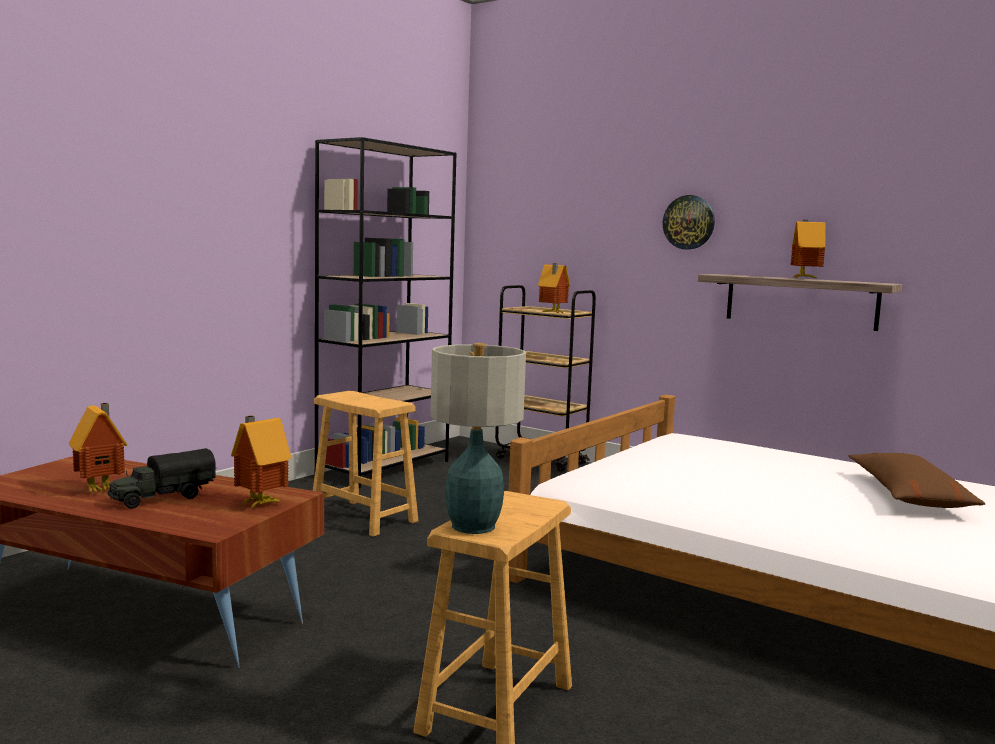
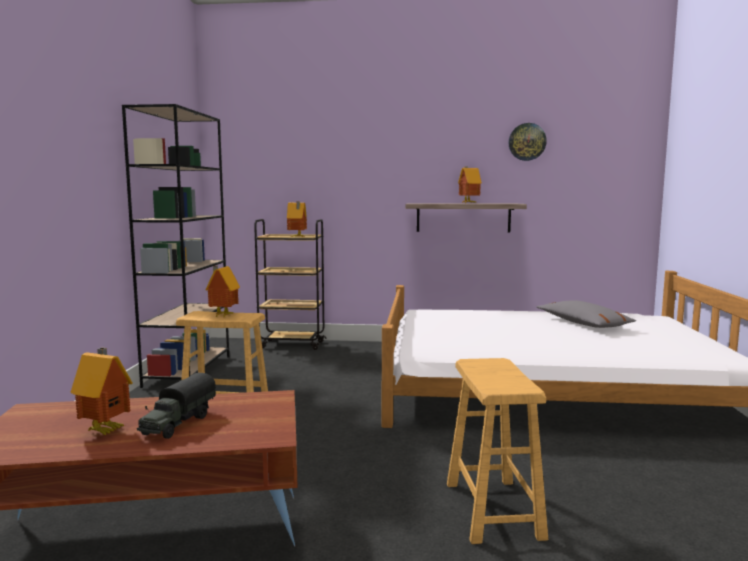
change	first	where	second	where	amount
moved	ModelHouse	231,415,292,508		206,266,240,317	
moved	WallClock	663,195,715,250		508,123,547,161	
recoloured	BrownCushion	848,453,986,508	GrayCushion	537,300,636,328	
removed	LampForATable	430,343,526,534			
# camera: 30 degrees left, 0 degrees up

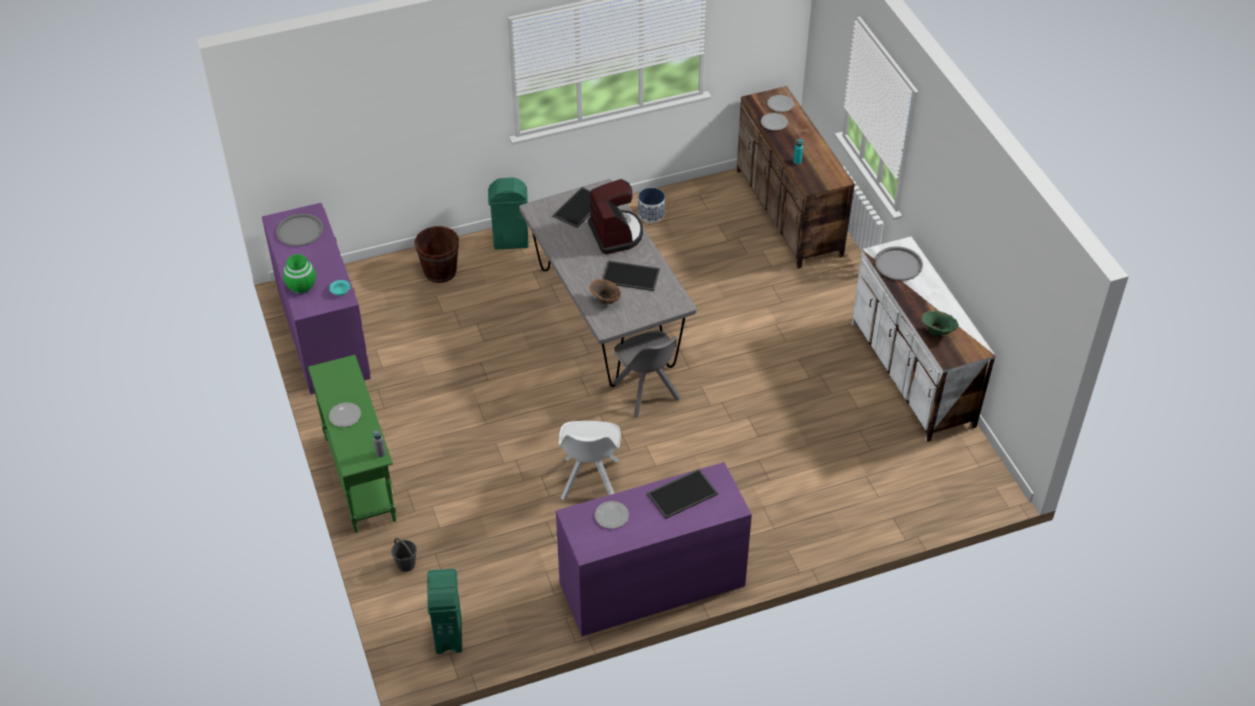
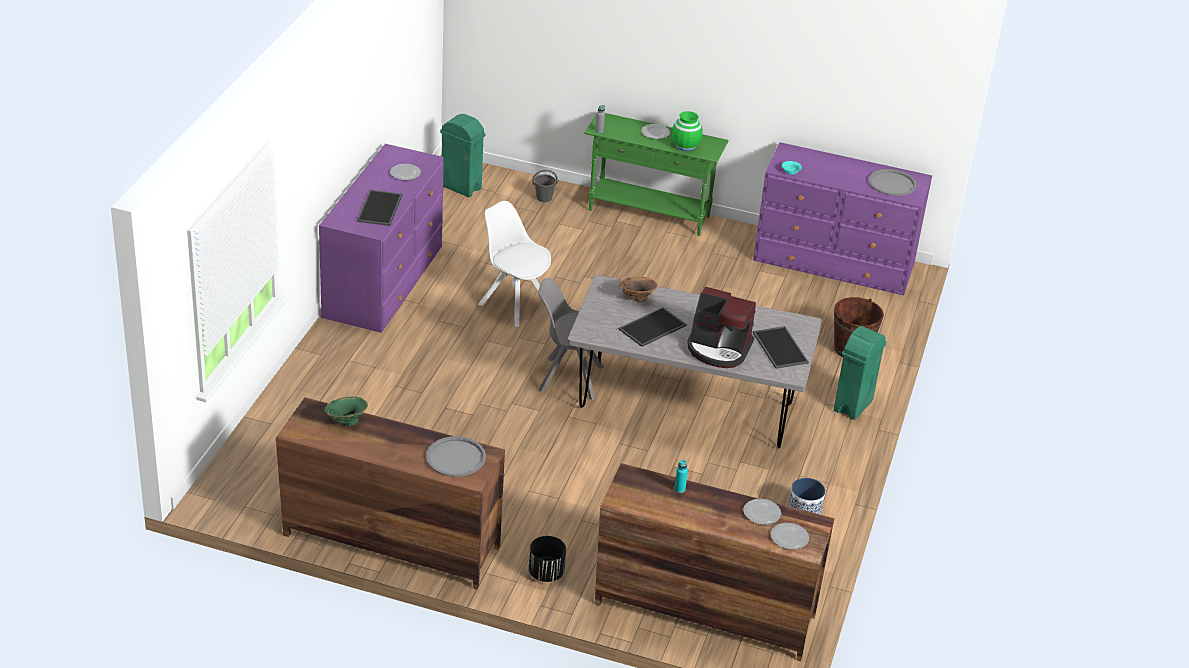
change	first	where	second	where	amount
recoloured	WhiteCupboard	851,236,996,442	BrownCupboard	276,397,505,590	
added			BlackPlanter	529,536,566,582	
moved	GreenColouredDecorativeVase	283,254,316,294		672,111,703,151	
# camera: 125 degrees right, 10 degrees down

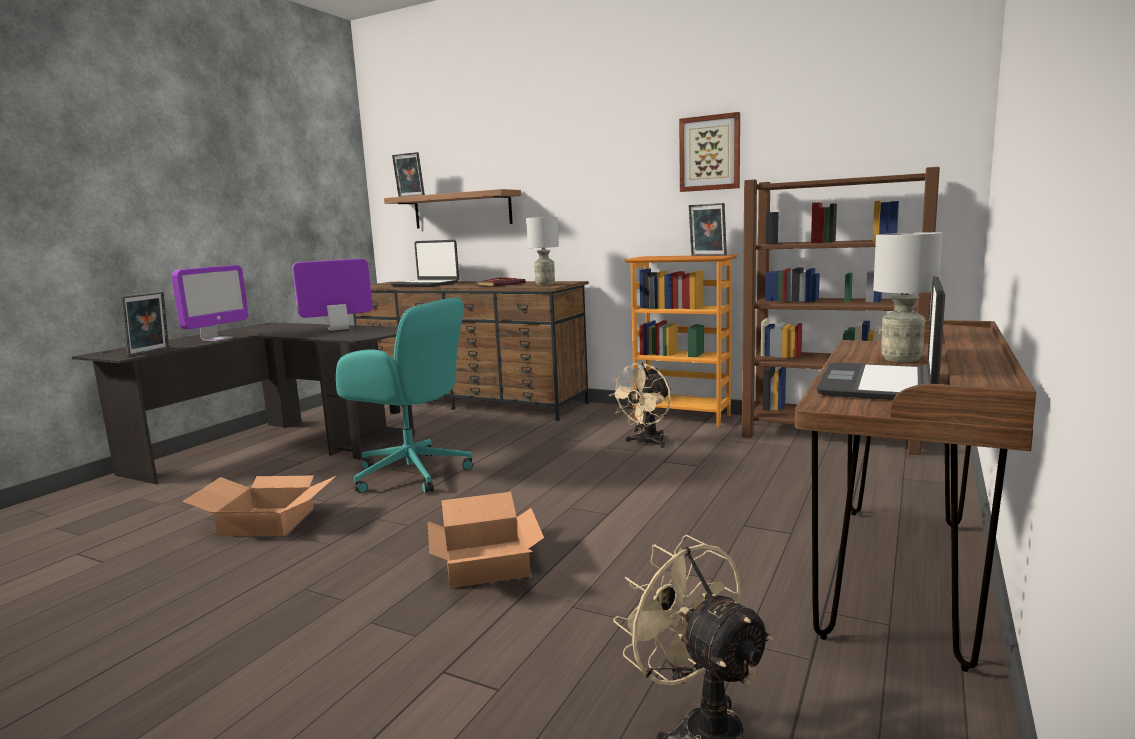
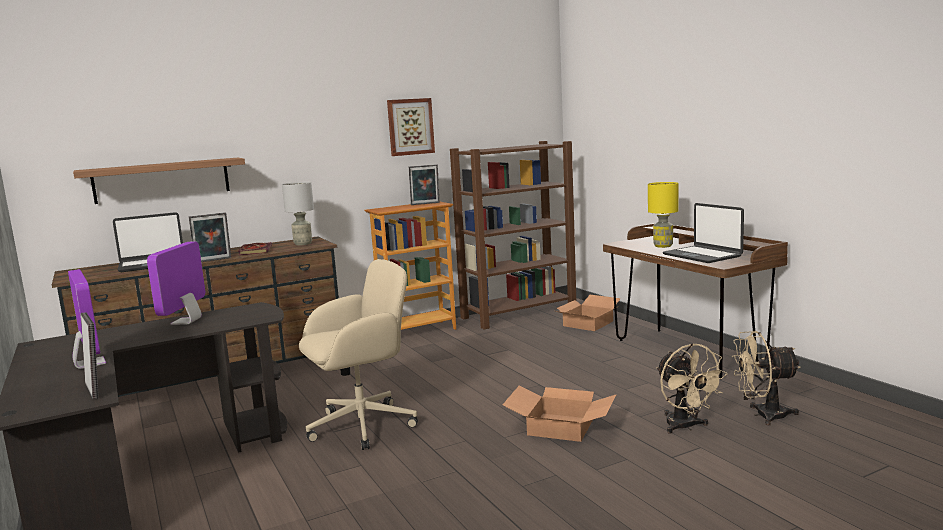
change	first	where	second	where	amount
moved	StandingFrame	392,152,425,197		189,212,231,262	
recoloured	TurquoiseColouredComputerChair	336,298,473,493	BeigeColouredComputerChair	299,259,418,450	
moved	PackingBox	182,476,336,536		556,295,621,331	
recoloured	GrayLampForATable	873,232,943,362	YellowishLampForATable	648,182,678,248	
moved	BeigeColouredElectricFan	609,363,671,448		656,343,728,434	
# camera: 55 degrees left, 0 degrees up

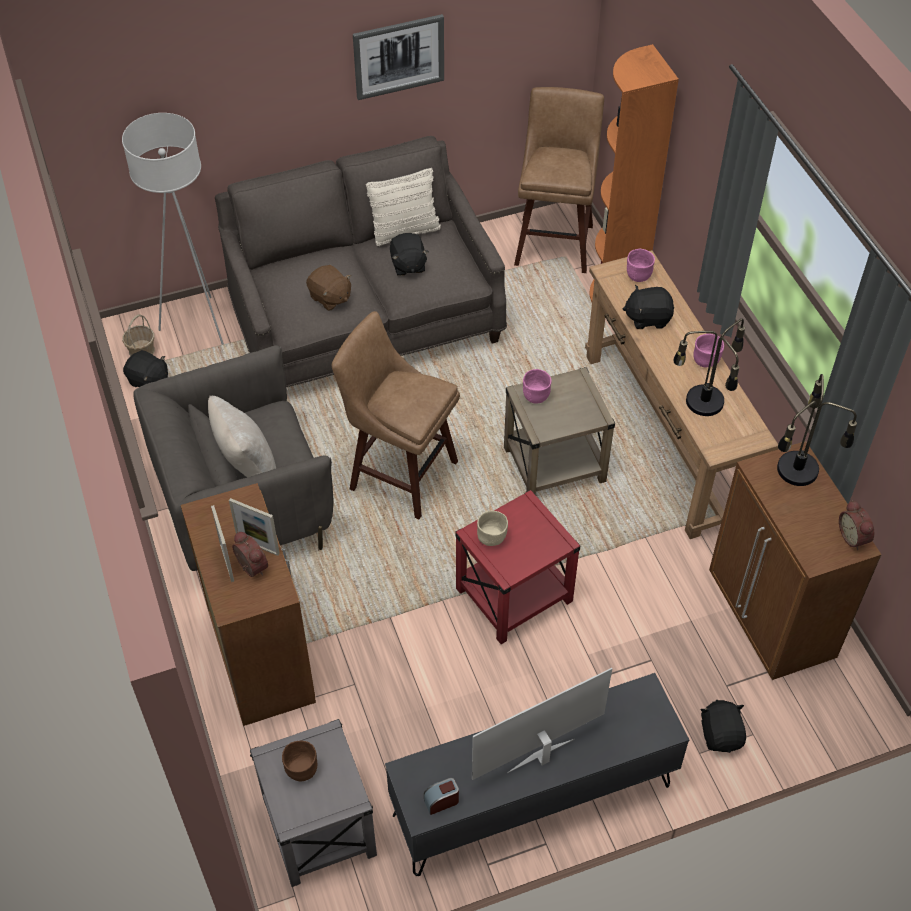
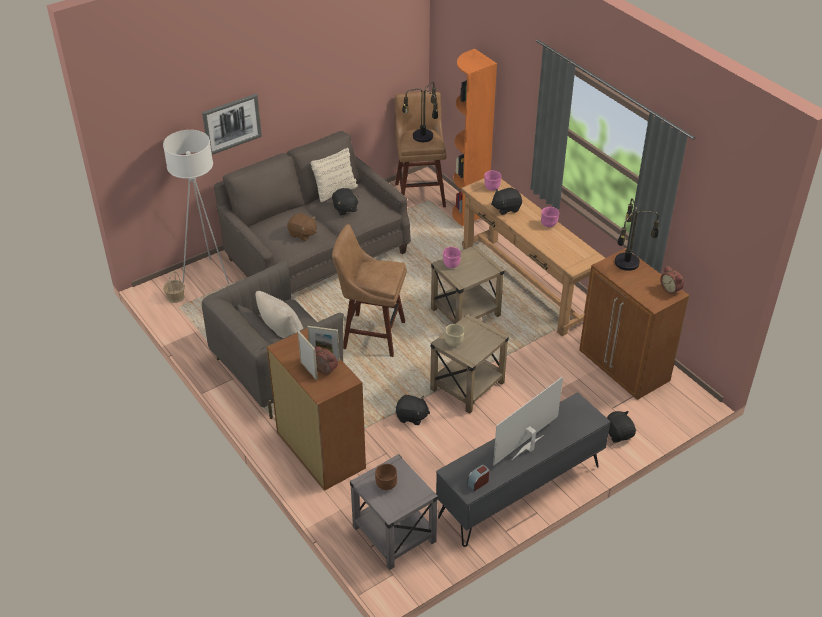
change	first	where	second	where	amount
moved	WallArt	353,14,444,100		202,94,262,155	
moved	BlackSoftToy	123,350,168,387		396,395,430,425	
moved	LampForATable	674,319,745,416		402,82,438,142	
recoloured	ReddishSideTable	455,490,580,644	BeigeColouredSideTable	430,314,509,414	
# camera: 15 degrees left, 10 degrees down

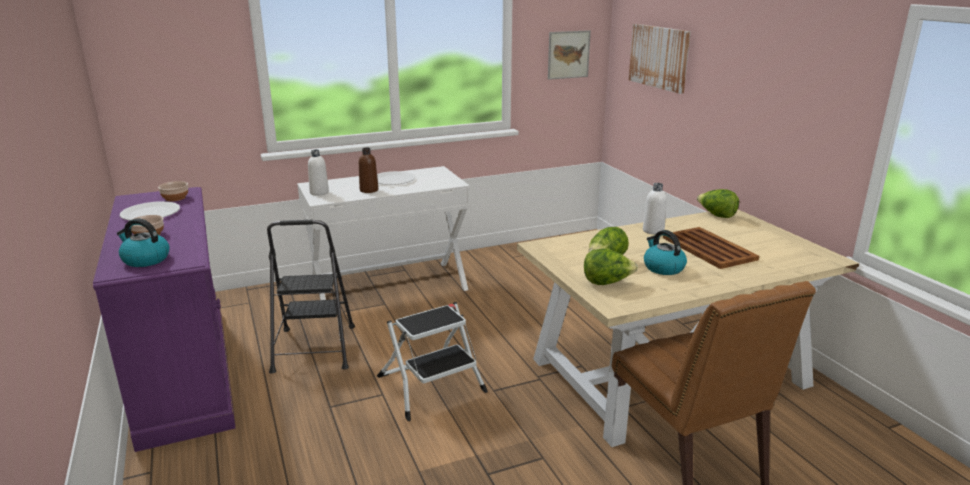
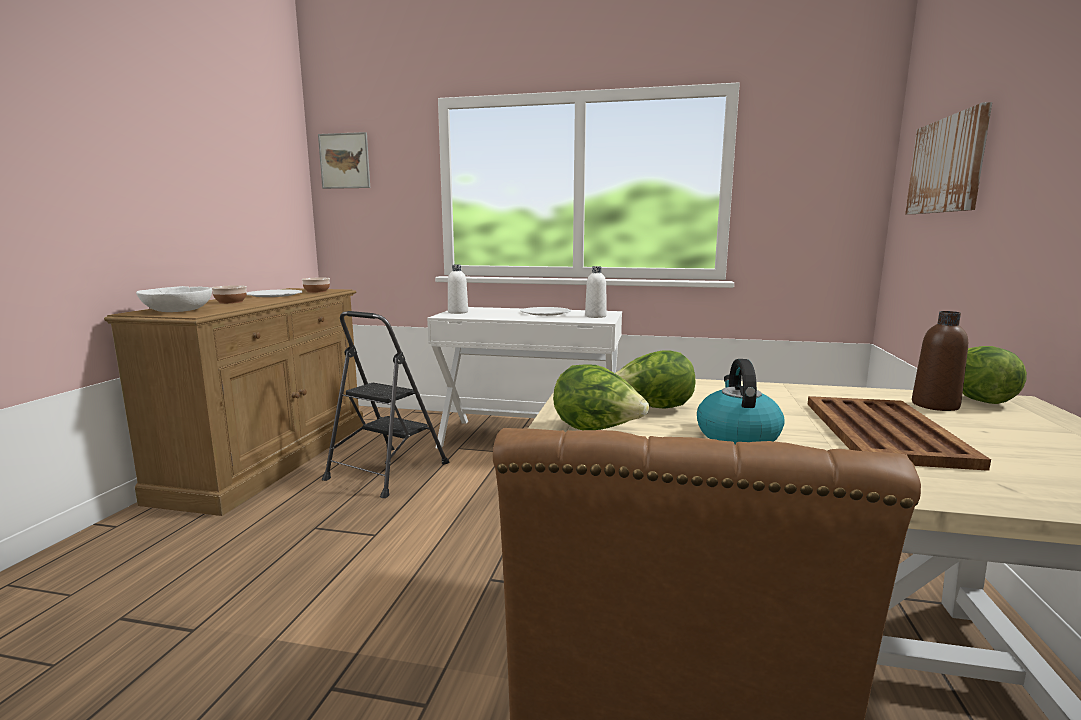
change	first	where	second	where	amount
recoloured	PurpleColouredCupboard	93,187,235,452	BrownCupboard	104,288,363,516	
replaced	TeaKettle	117,218,170,267	WhiteBowl	136,286,212,312	
moved	WallArt	548,30,591,80		318,132,370,189	
moved	WhiteBeverageBottle	643,183,667,235		585,266,607,318	
moved	BrownBeverageBottle	359,148,378,193		912,311,968,411	
removed	StepLadder	377,302,488,421			
# camera: 35 degrees right, 10 degrees down

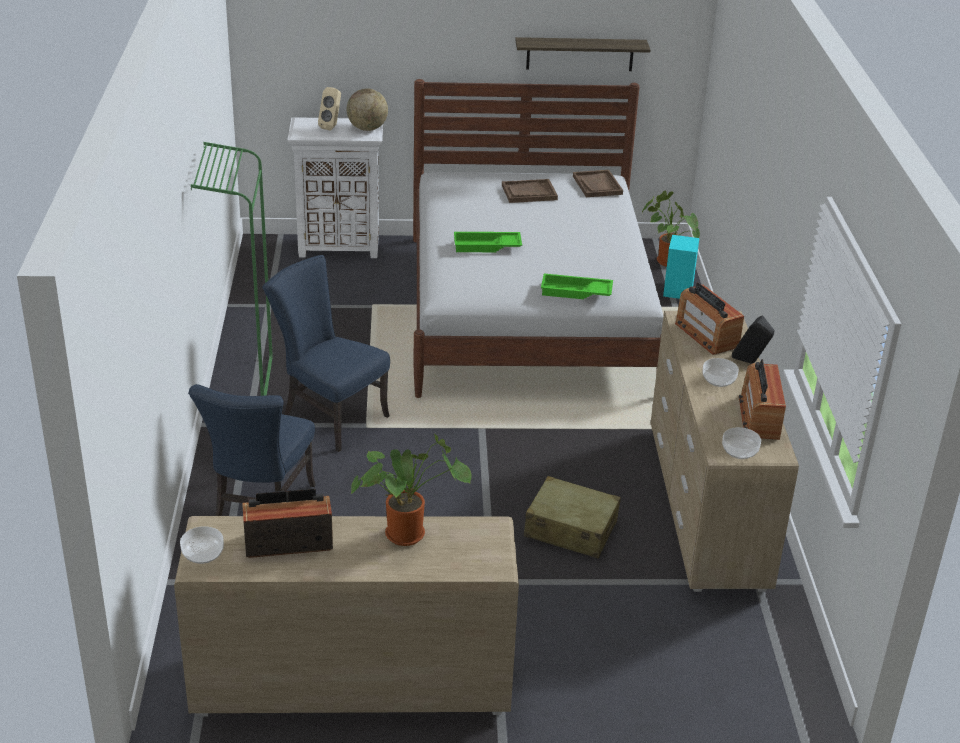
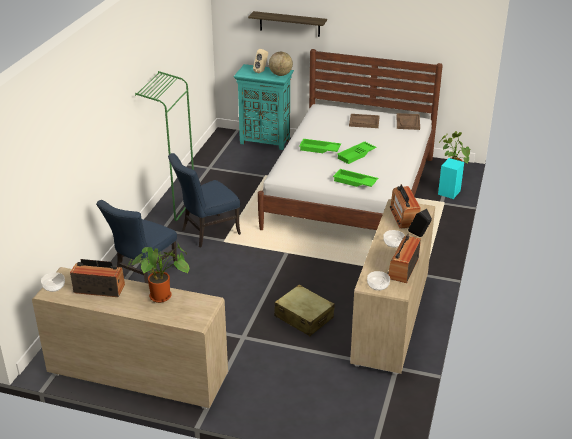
change	first	where	second	where	amount
turned	BluishUprightChair	262,255,390,452		168,153,241,247	90 degrees counterclockwise
recoloured	WhiteCupboard	287,117,383,258	TurquoiseColouredCupboard	234,64,294,150	
moved	WallShelf	515,37,651,71		248,11,327,37	
added			GreenColouredServingTray	337,141,376,164	
# camera: 20 degrees right, 0 degrees up

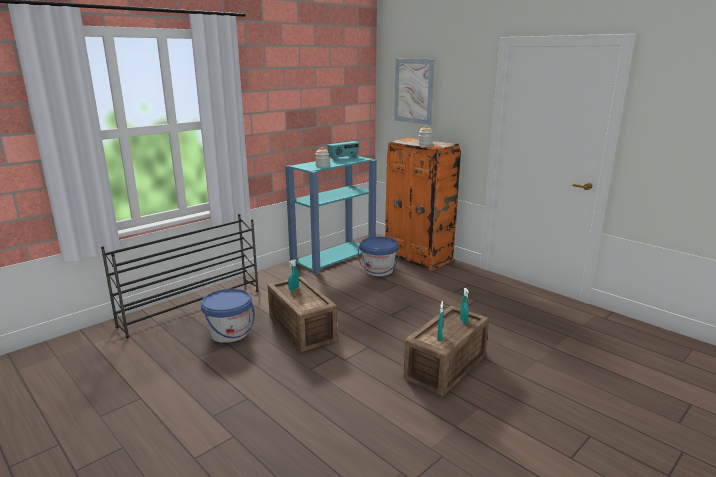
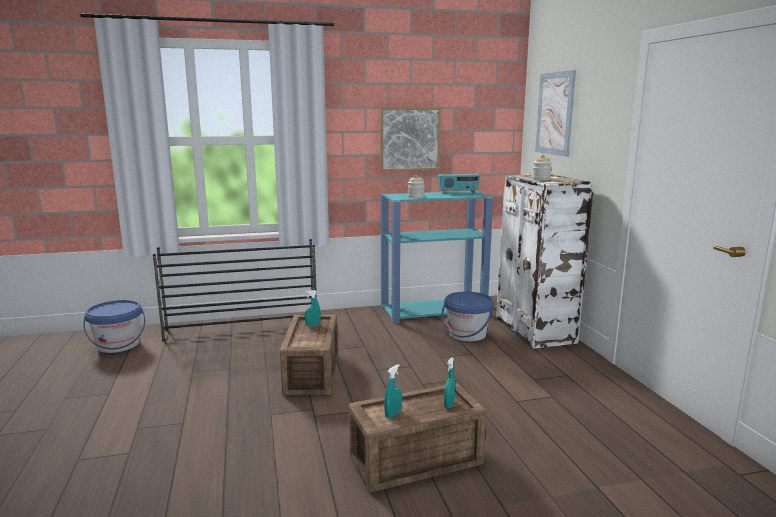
change	first	where	second	where	amount
moved	BluishBucket	201,289,255,343		83,300,145,353	
added			WallArt	380,108,441,171	
recoloured	OrangeColouredCupboard	385,138,461,271	WhiteCupboard	496,174,593,349	
# camera: 30 degrees right, 5 degrees down

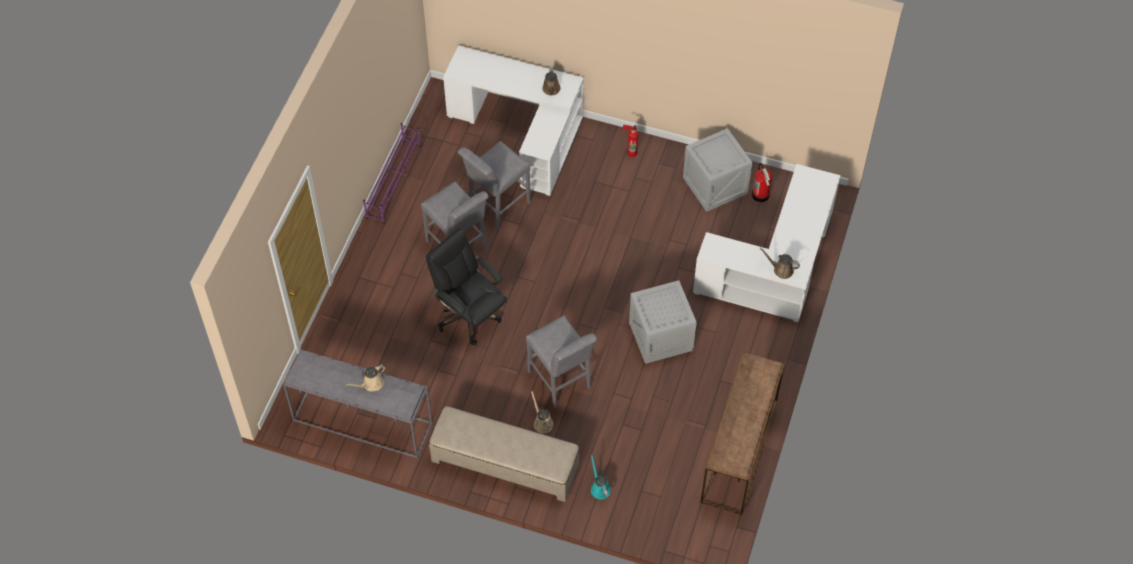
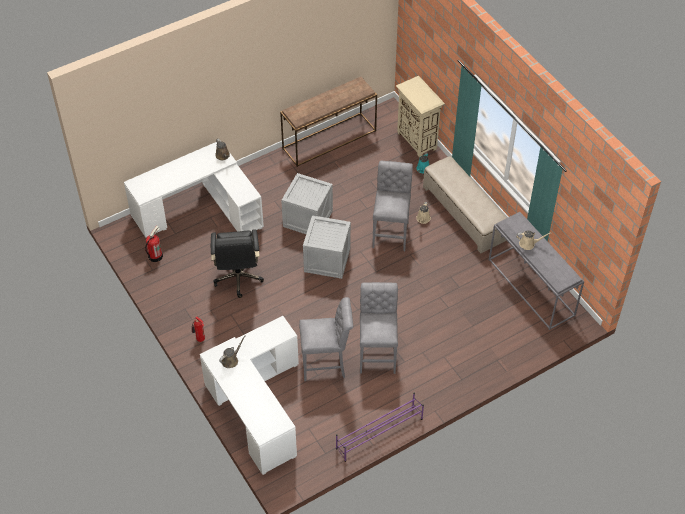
change	first	where	second	where	amount
moved	BlackComputerChair	426,228,507,345		211,229,264,298	
moved	ShippingCrate	683,128,752,212		303,215,351,279	
added			BeigeColouredCupboard	396,76,445,157	
# camera: 140 degrees left, 5 degrees down

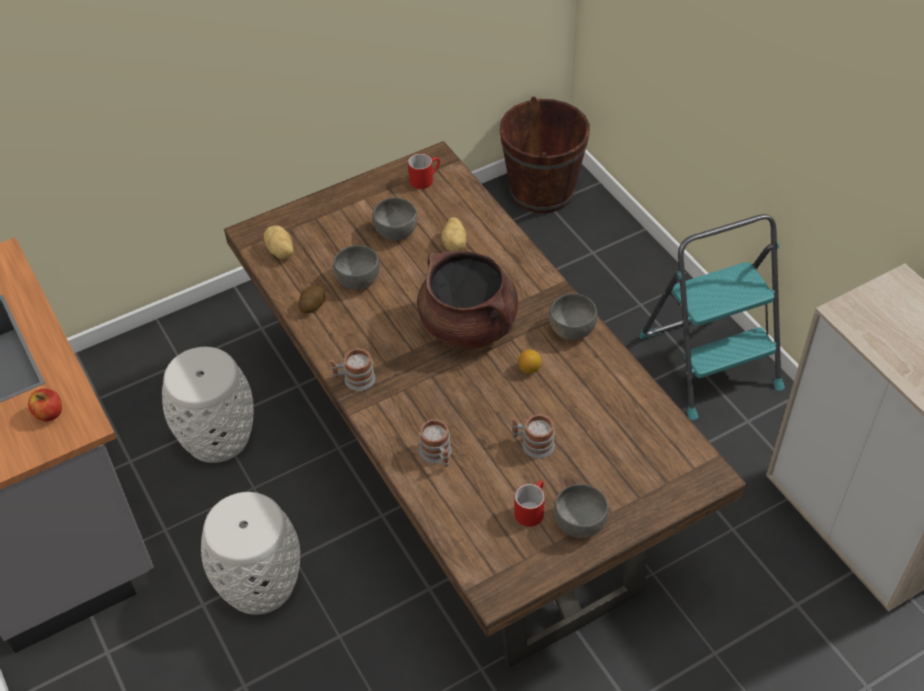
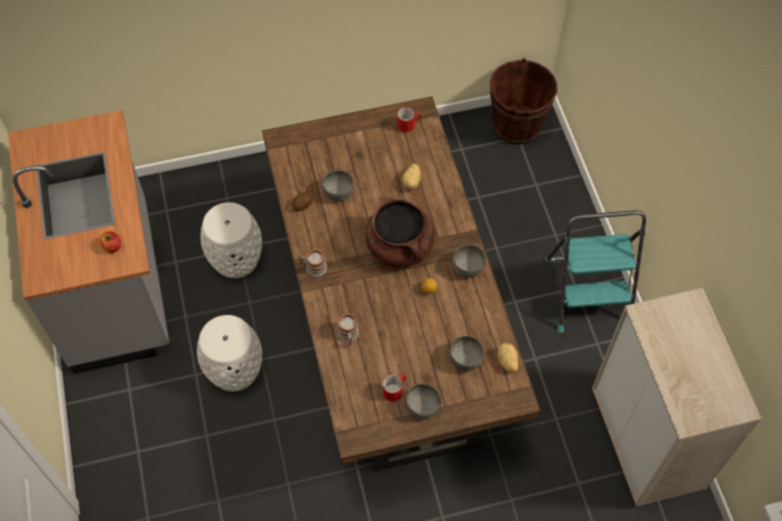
change	first	where	second	where	amount
moved	GrayBowl	372,198,418,240		449,336,484,371	
moved	WholePotato	264,225,293,259		497,343,518,372	
removed	Mug	512,414,555,458			
# camera: 15 degrees right, 10 degrees up

